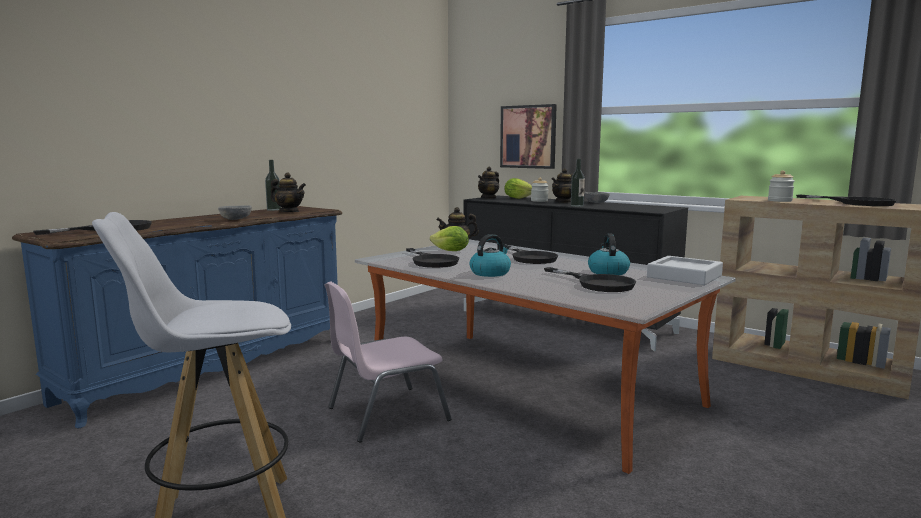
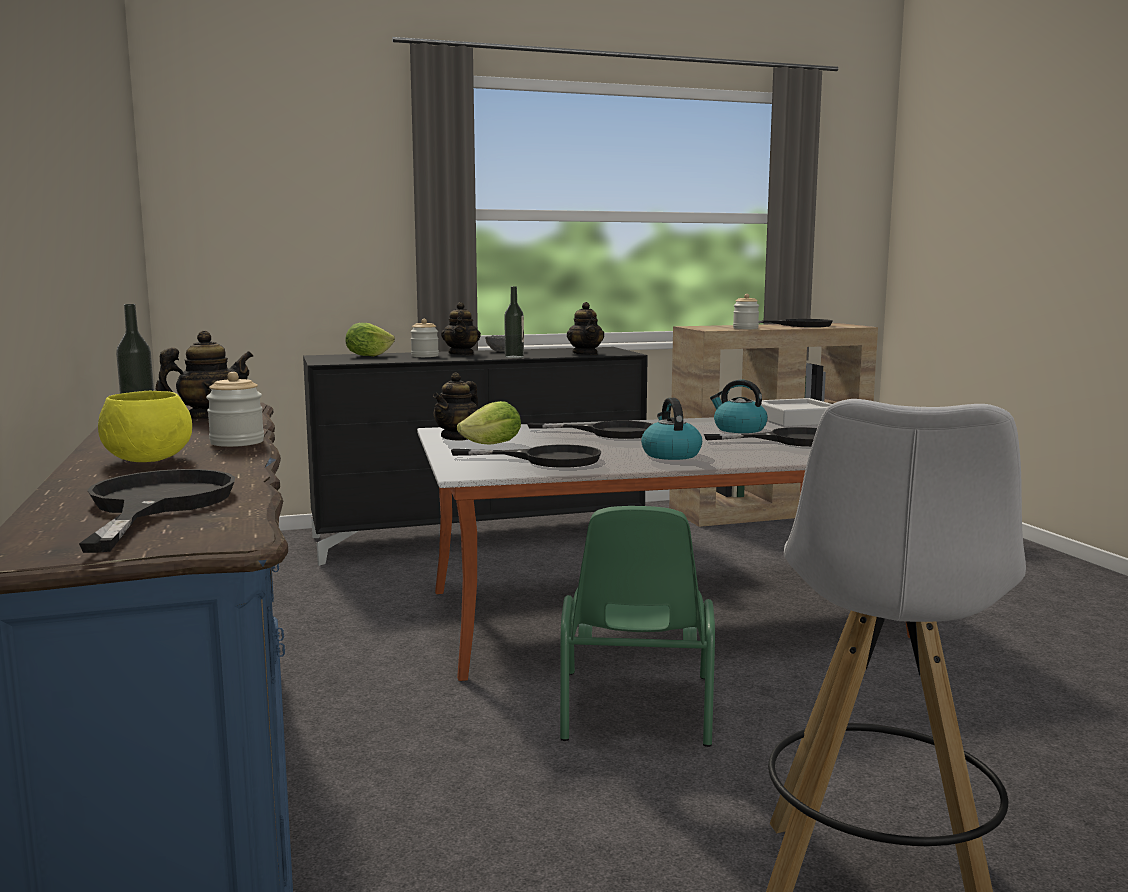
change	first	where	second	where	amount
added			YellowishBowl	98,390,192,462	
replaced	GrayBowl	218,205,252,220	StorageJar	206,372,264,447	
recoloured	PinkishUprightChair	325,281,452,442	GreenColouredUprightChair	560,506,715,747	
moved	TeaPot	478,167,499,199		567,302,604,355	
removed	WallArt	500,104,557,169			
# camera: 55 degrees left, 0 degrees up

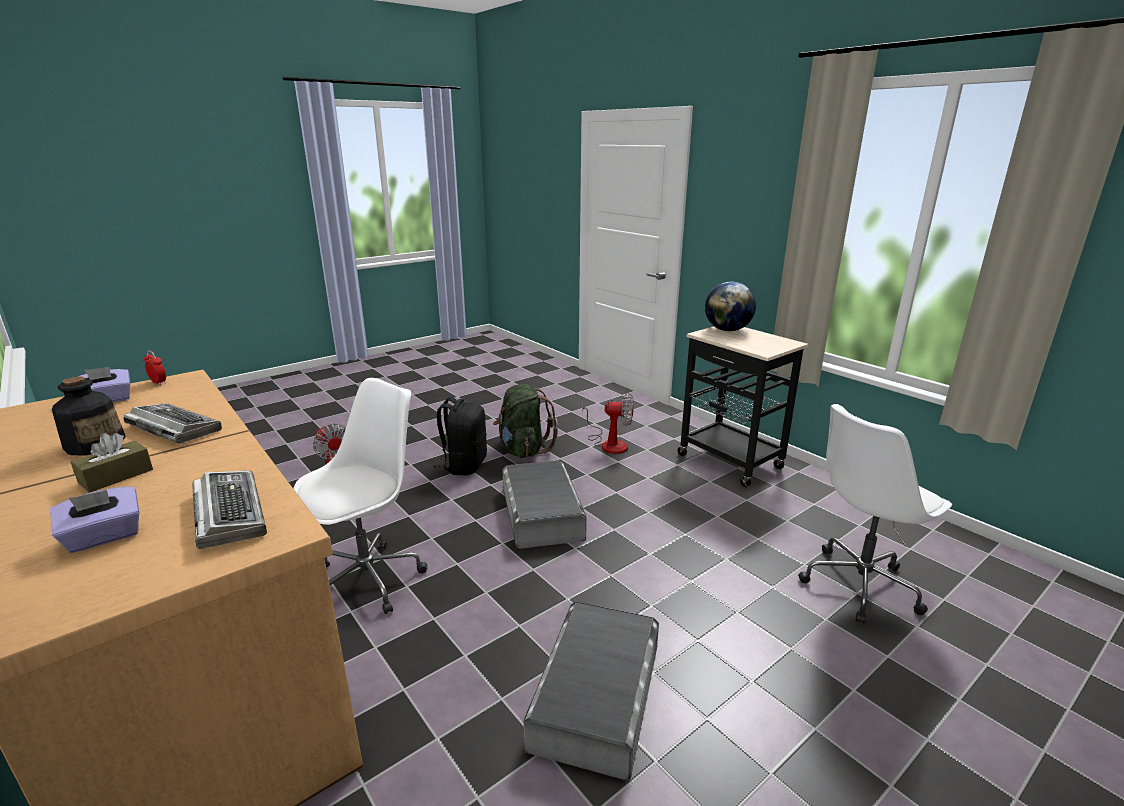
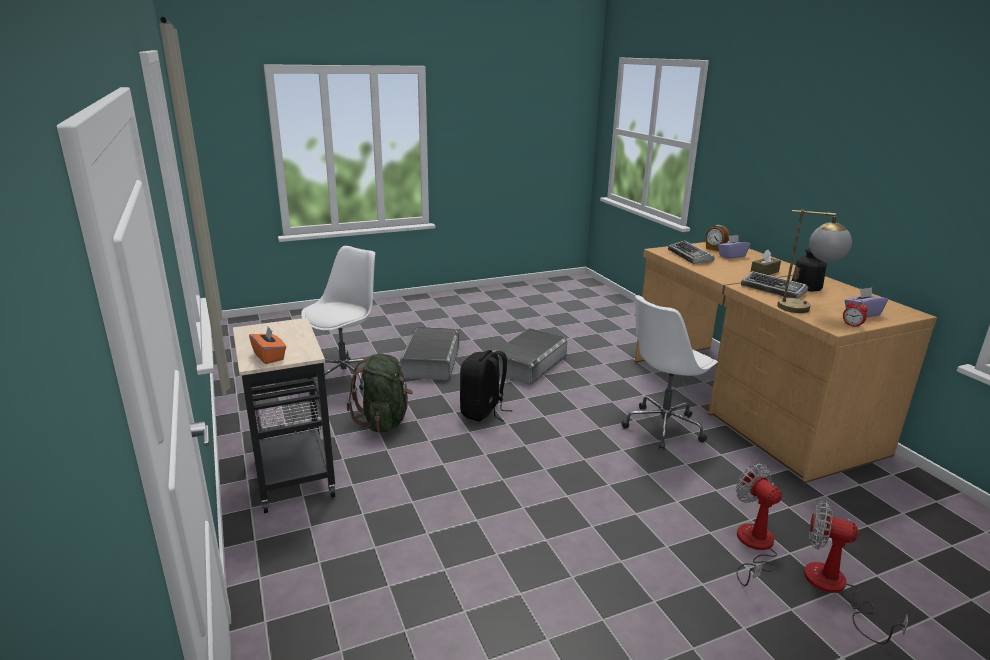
change	first	where	second	where	amount
replaced	Globe	705,282,756,331	OrangeColouredTissueHolder	249,327,286,364	
turned	WhiteComputerChair	798,404,952,624		301,246,375,391	45 degrees counterclockwise
moved	GreenColouredRucksack	493,384,558,458		347,354,413,433	
moved	GrayStorageBin	502,460,587,549		400,327,459,380	
moved	BlackRucksack	434,397,487,476		460,350,513,422	
added			AlarmClock	706,225,730,252	
added			LampForATable	777,210,852,313	
moved	ElectricFan	582,393,634,454		804,501,908,644	
# camera: 165 degrees left, 0 degrees up

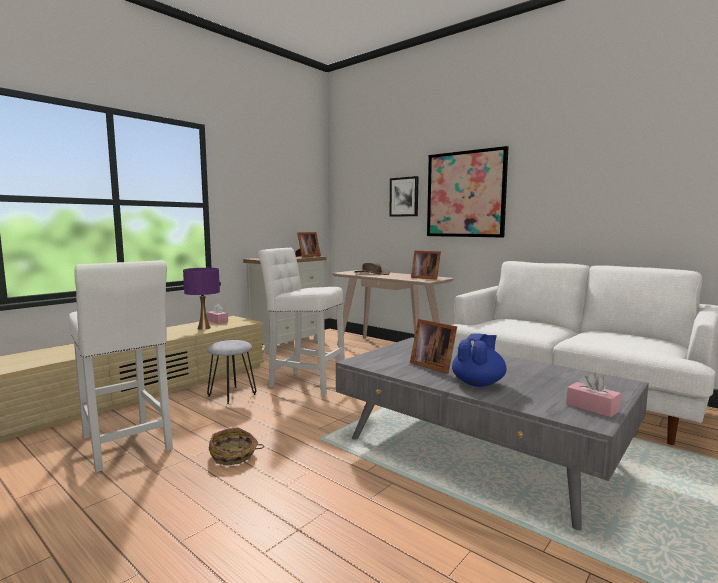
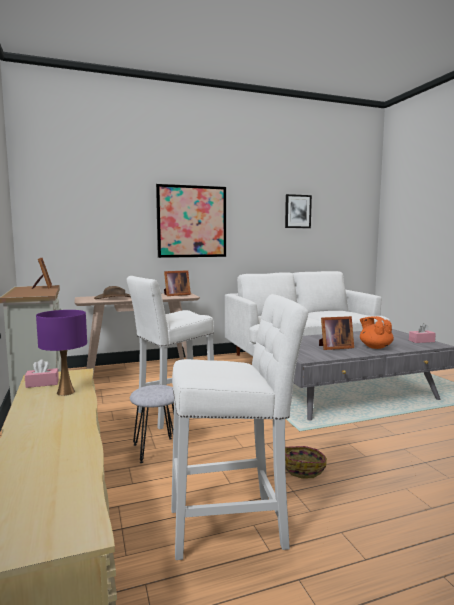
change	first	where	second	where	amount
moved	WallArt	389,176,419,217		285,194,312,228	
recoloured	BluishTeaPot	452,333,507,387	OrangeColouredTeaPot	360,316,394,349	
# camera: 60 degrees left, 0 degrees up

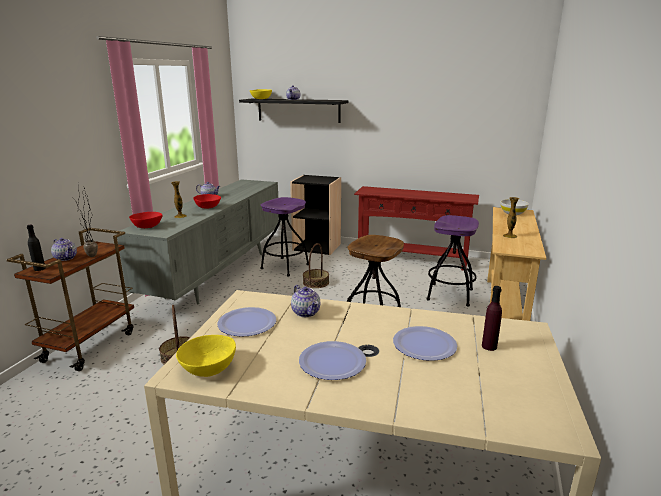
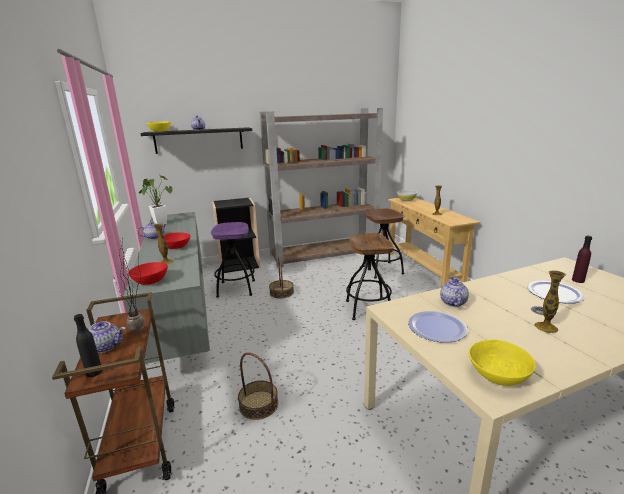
change	first	where	second	where	amount
added			PlantInAPot	139,174,173,224	
replaced	ReddishNarrowTable	354,186,479,271	BrownBookcase	260,108,383,267	
recoloured	PurpleColouredSittingStool	427,215,479,307	BrownSittingStool	363,209,404,279	
turned	TeaPot	291,285,320,317		440,276,469,307	105 degrees counterclockwise
replaced	DinnerPlate	299,341,366,380	DecorativeVase	534,270,566,333	
# camera: 35 degrees left, 0 degrees up

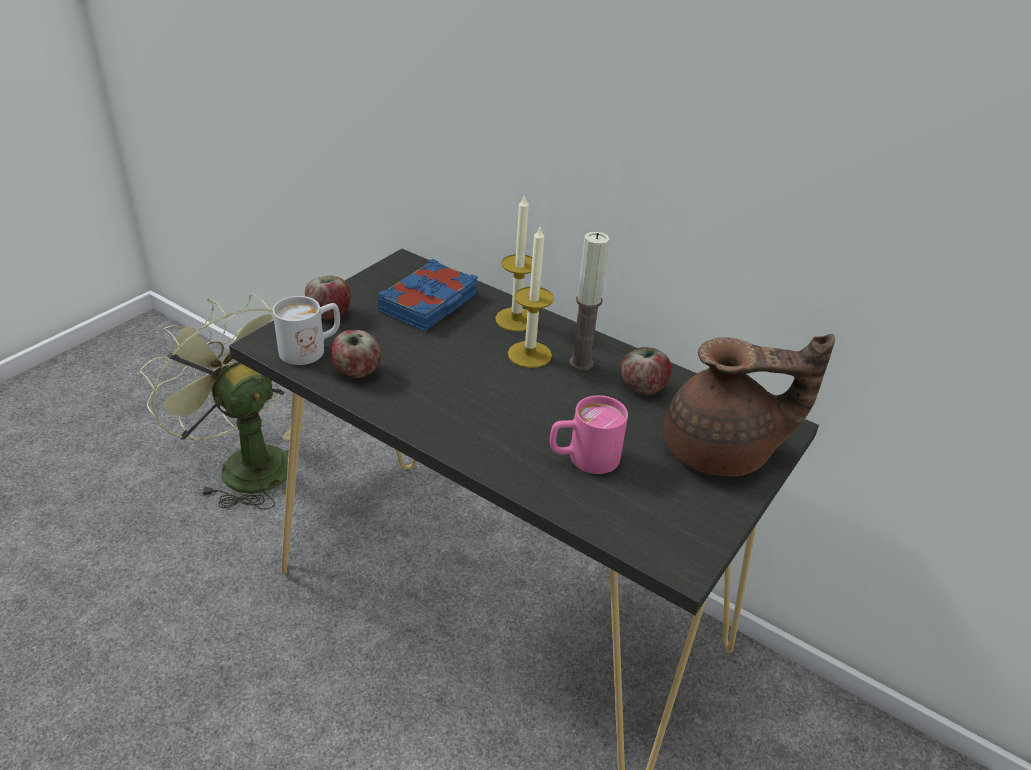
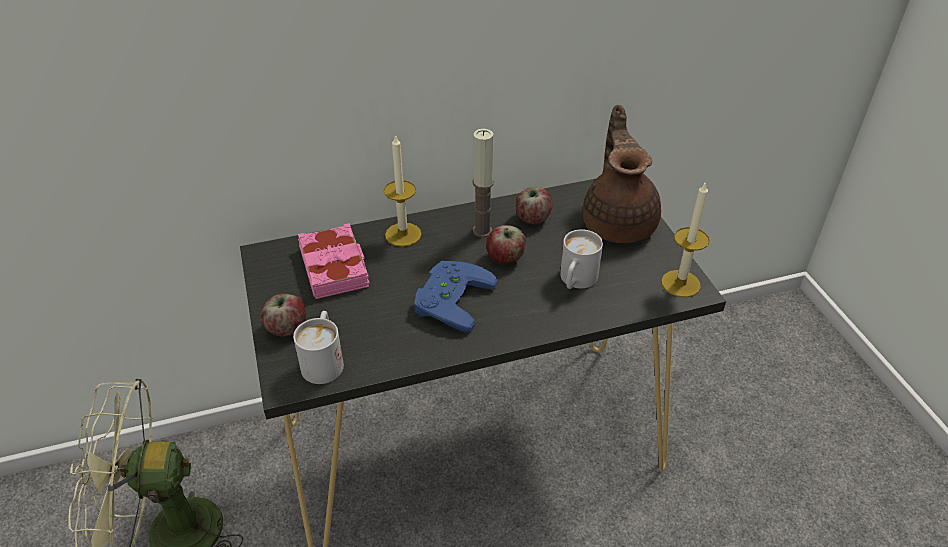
change	first	where	second	where	amount
recoloured	BluishBoundBook	378,259,478,331	PinkishBoundBook	298,223,369,299	
added			BluishJoypad	414,261,498,333	
moved	WholeApple	331,330,381,378		486,225,526,264	
recoloured	PinkishMug	550,395,628,474	WhiteMug	560,229,603,289	
turned	BrownTeaPot	664,334,835,476		583,105,661,243	45 degrees counterclockwise
moved	Candle	508,227,554,368		661,181,710,297	
# camera: 50 degrees left, 5 degrees up

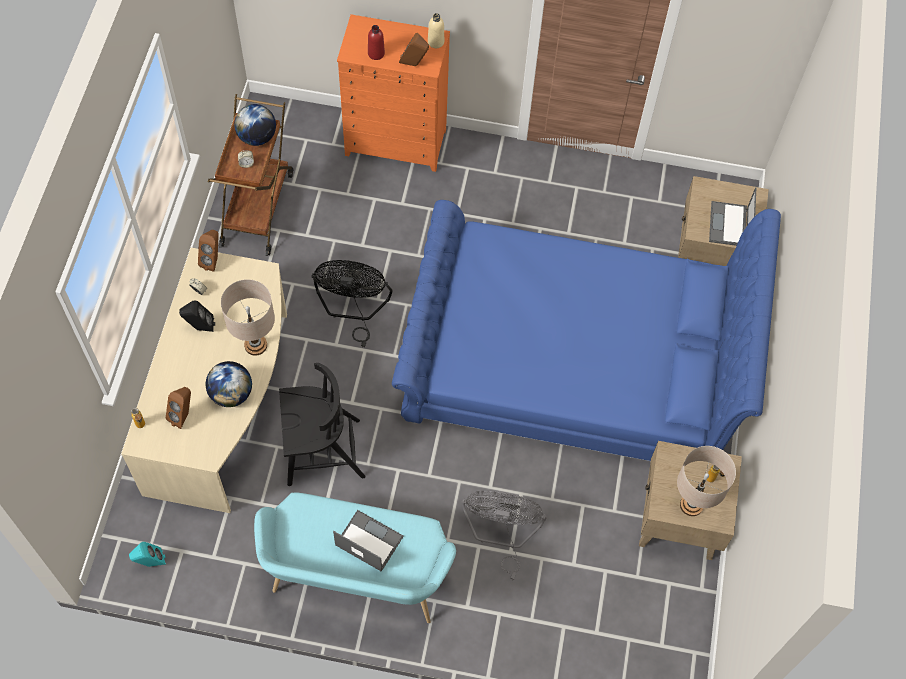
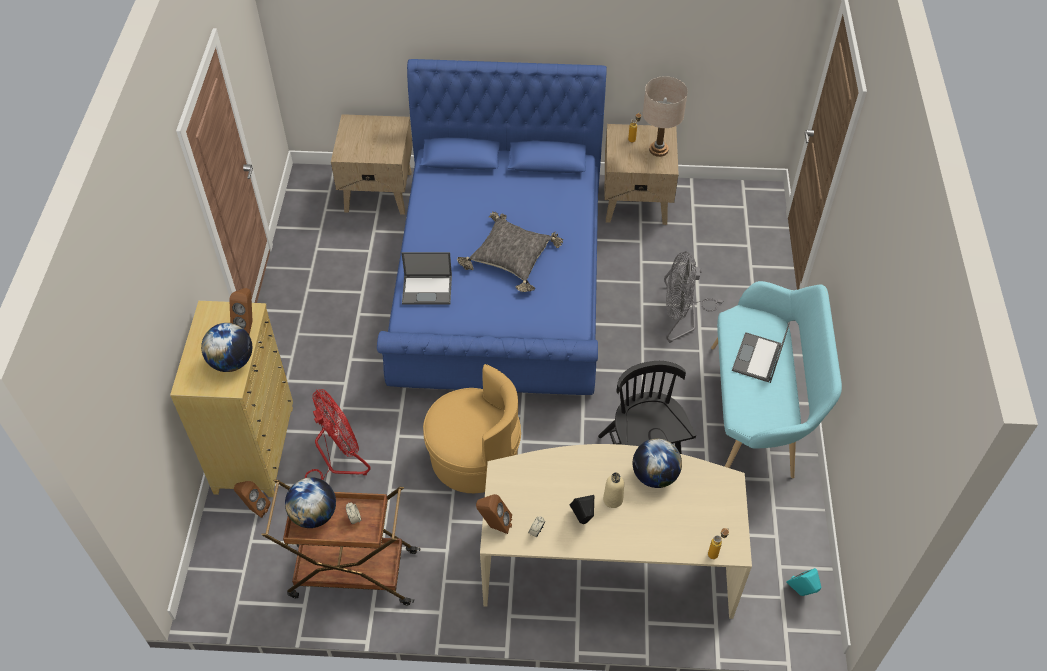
change	first	where	second	where	amount
recoloured	OrangeColouredDresser	337,14,450,172	BeigeColouredDresser	170,301,293,497	
replaced	ReddishBeverageBottle	368,25,385,60	Globe	201,323,252,372	
moved	BrownAudioSpeaker	166,387,191,429		234,481,270,518	
added			ReddishElectricFan	305,389,370,480	
moved	PortableComputer	709,187,756,246		402,252,452,304	
replaced	BlackElectricFan	312,260,392,348	BeigeColouredArmchair	423,364,521,493	
added			Cushion	457,212,564,292	
moved	BeigeColouredBeverageBottle	428,13,444,48		603,472,624,508	
removed	BeigeColouredLampForATable	221,279,275,356			
# camera: 95 degrees left, 10 degrees down

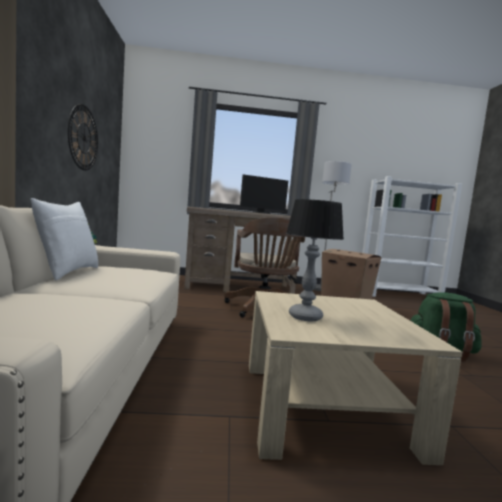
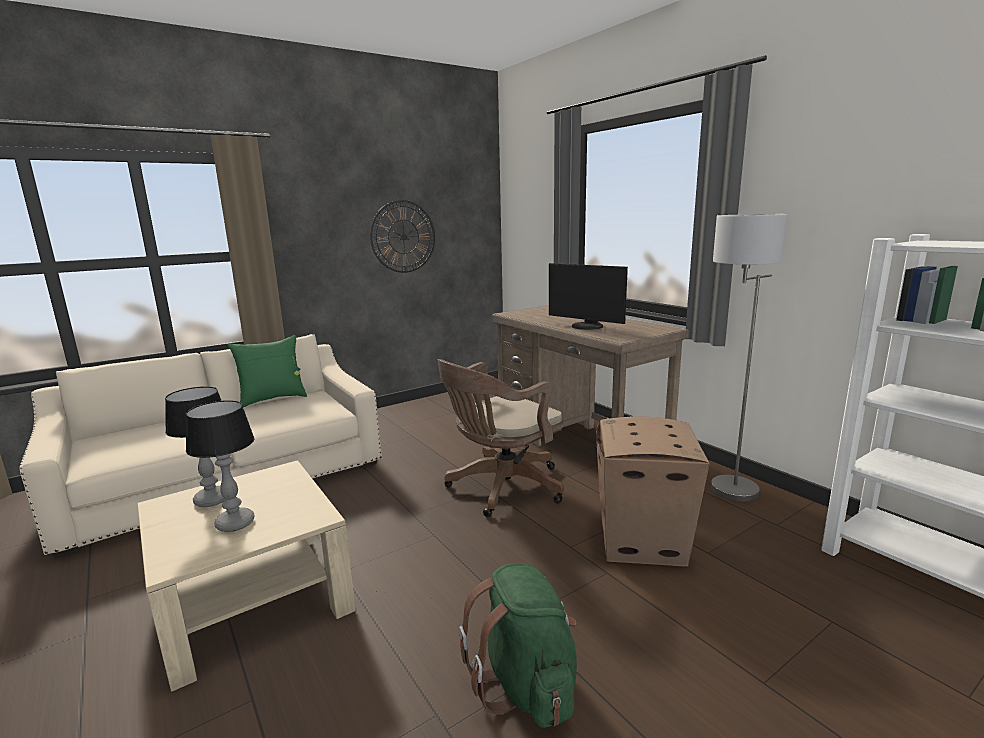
change	first	where	second	where	amount
added			LampForATable	186,400,254,532	
recoloured	WhiteCushion	30,198,98,280	GreenColouredCushion	228,335,307,407	
# camera: 60 degrees right, 10 degrees up

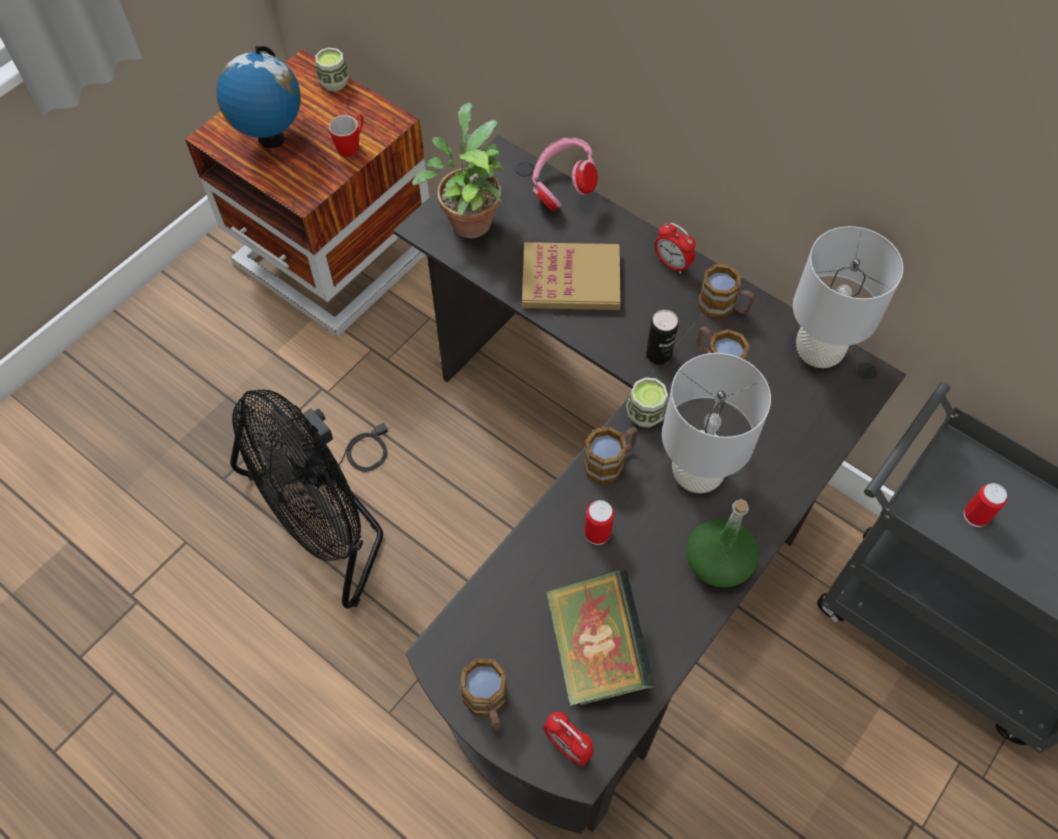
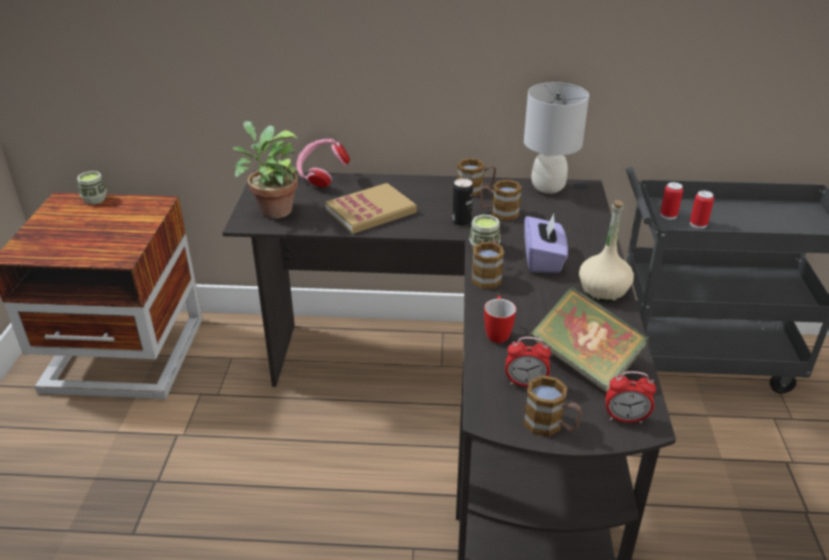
change	first	where	second	where	amount
moved	Mug	329,114,364,157		484,296,516,343	
moved	AlarmClock	655,223,696,274		505,337,551,387	
replaced	GrayLampForATable	662,353,771,493	PurpleColouredTissueHolder	524,214,568,273	
recoloured	GreenColouredBeverageBottle	687,499,758,587	BeigeColouredBeverageBottle	579,200,634,302	
moved	SealedCan	584,500,614,545		660,182,683,220	
removed	Globe	216,46,301,148			
removed	BlackElectricFan	230,390,390,609			
# camera: 35 degrees left, 25 degrees down

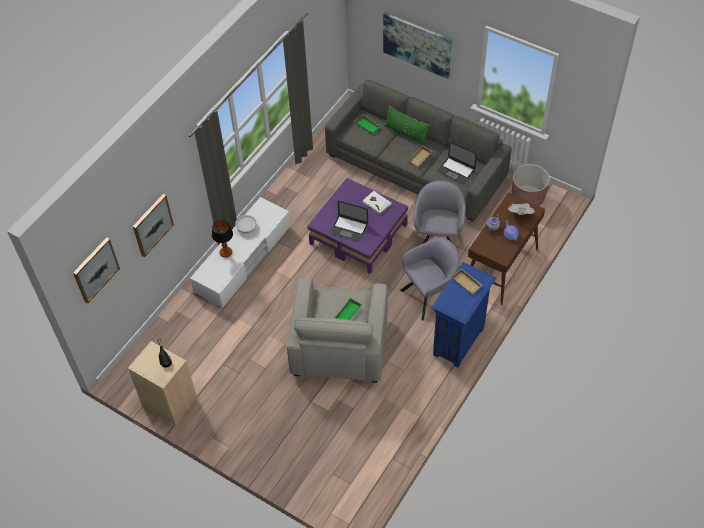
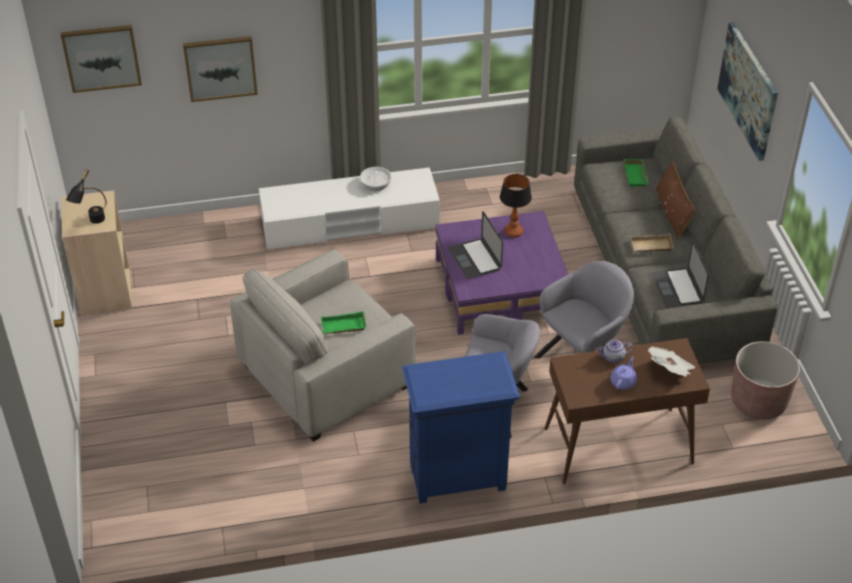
change	first	where	second	where	amount
moved	LampForATable	212,220,233,258		500,174,532,238	
recoloured	GreenColouredCushion	384,106,430,145	BrownCushion	656,161,696,239	
removed	WhiteBoundBook	362,190,392,215			
removed	BeigeColouredServingTray	451,268,483,295			
# camera: 45 degrees right, 10 degrees down

